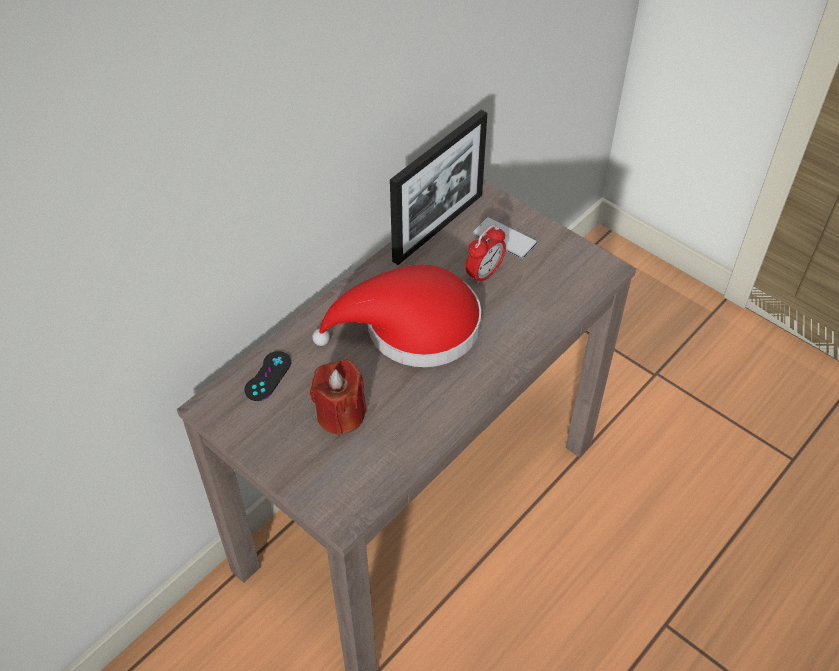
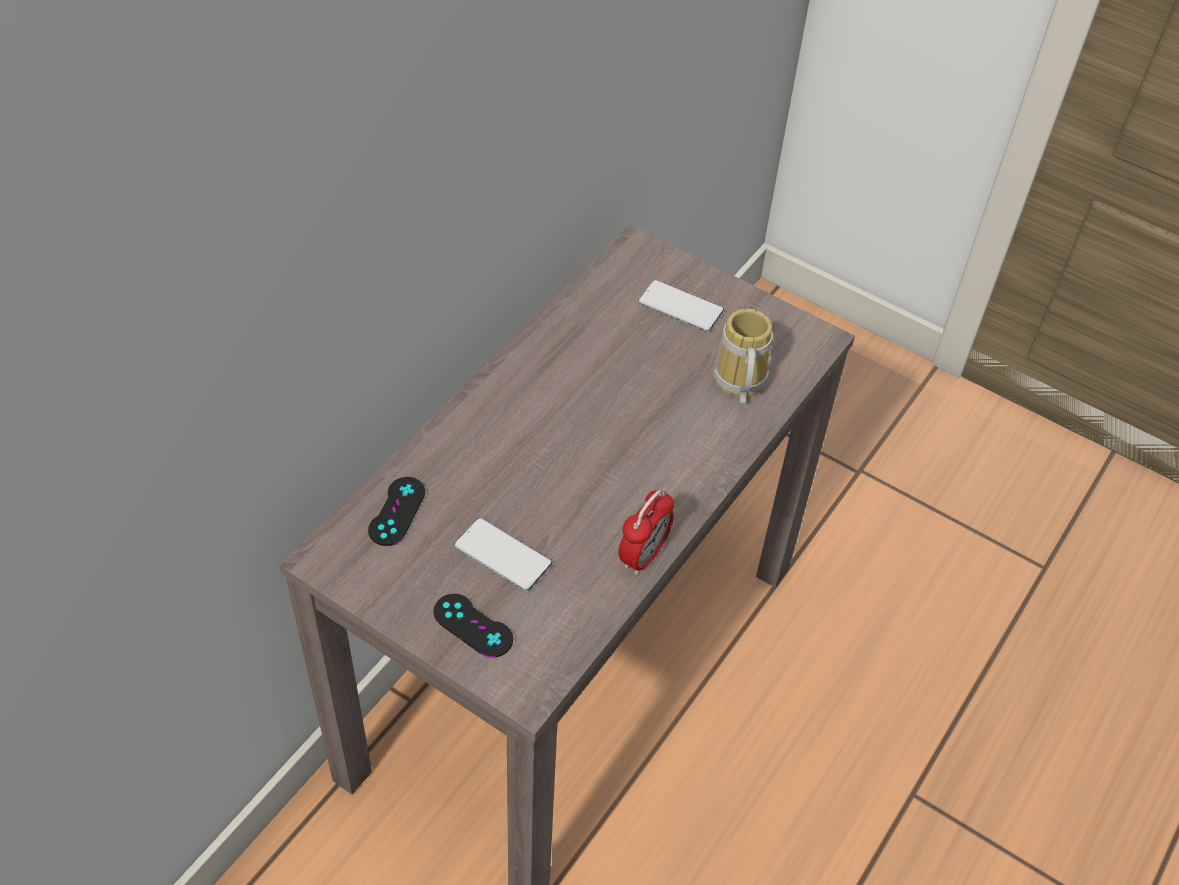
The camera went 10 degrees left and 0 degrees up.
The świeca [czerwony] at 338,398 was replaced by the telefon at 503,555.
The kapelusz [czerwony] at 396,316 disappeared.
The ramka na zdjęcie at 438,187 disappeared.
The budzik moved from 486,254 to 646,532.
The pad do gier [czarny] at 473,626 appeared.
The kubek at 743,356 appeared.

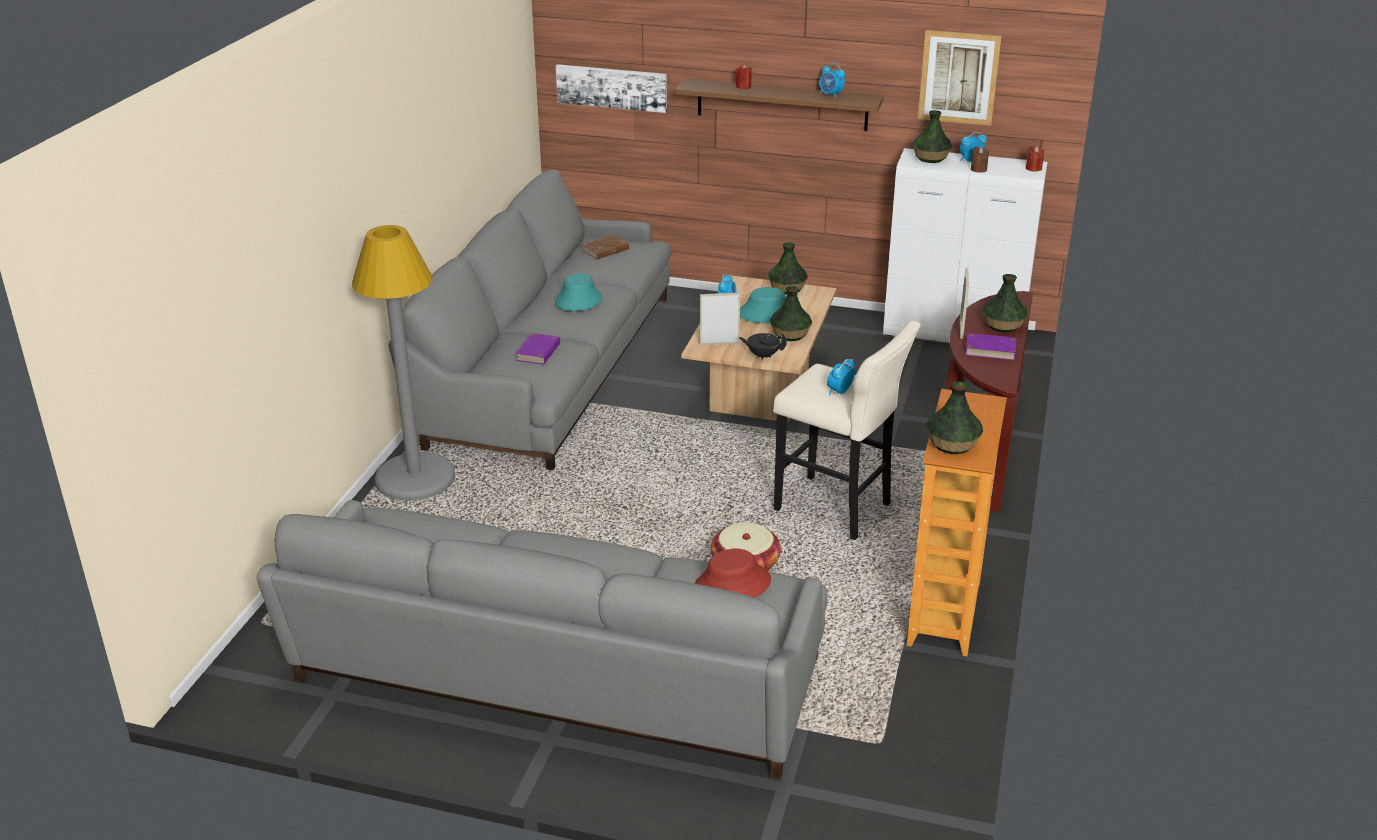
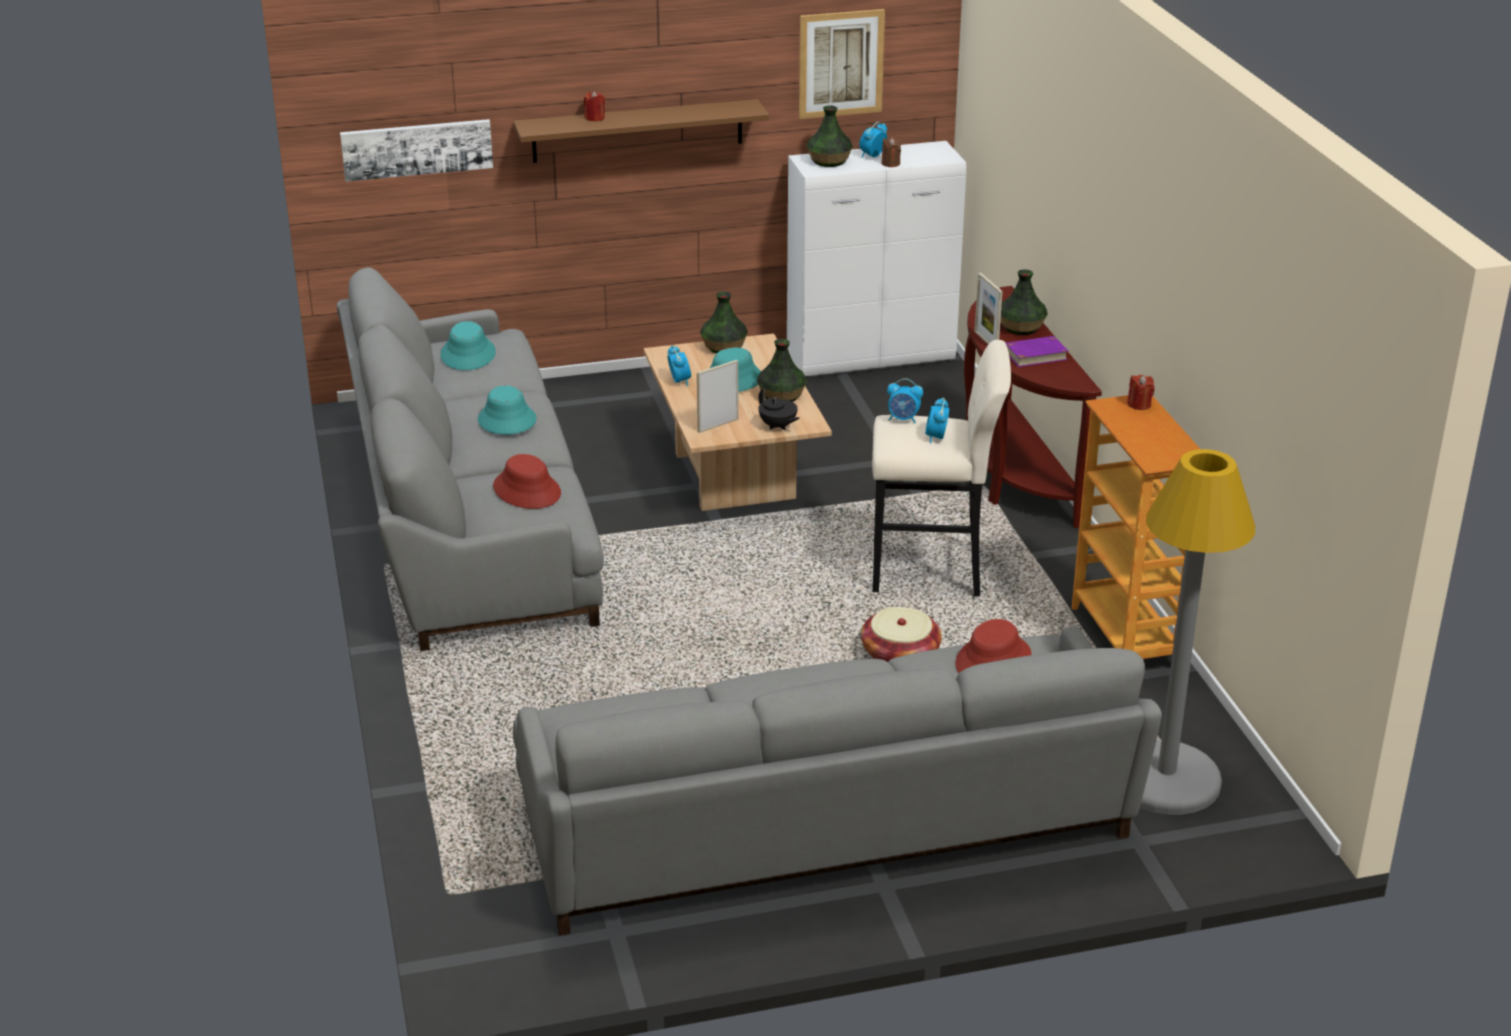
The camera went 30 degrees left and 0 degrees up.
The lampa stojąca [szary] moved from 403,363 to 1197,632.
The książka [fioletowy] at 537,349 was replaced by the kapelusz [czerwony] at 527,481.
The książka [brązowy] at 606,247 was replaced by the kapelusz [turkusowy] at 468,345.
The imbryk [czarny] at 763,346 turned 120 degrees counterclockwise.
The budzik moved from 832,80 to 905,400.
The wazon at 954,417 disappeared.
The świeca [czerwony] moved from 1035,159 to 1141,392.

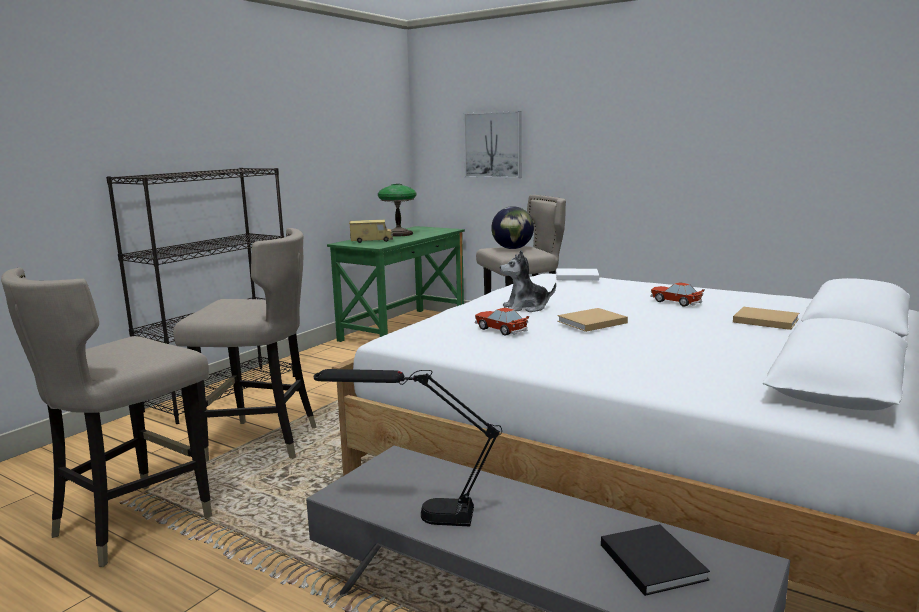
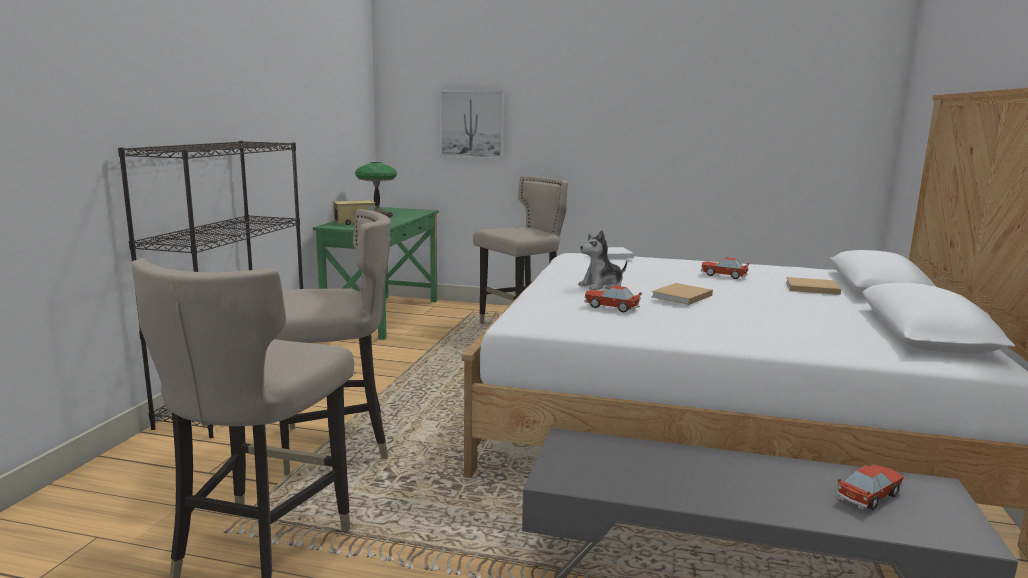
The camera went 20 degrees left and 0 degrees up.
The lampa stołowa [czarny] at 408,448 disappeared.
The globus at 512,227 disappeared.
The książka [czarny] at 655,560 was replaced by the samochodzik at 870,487.

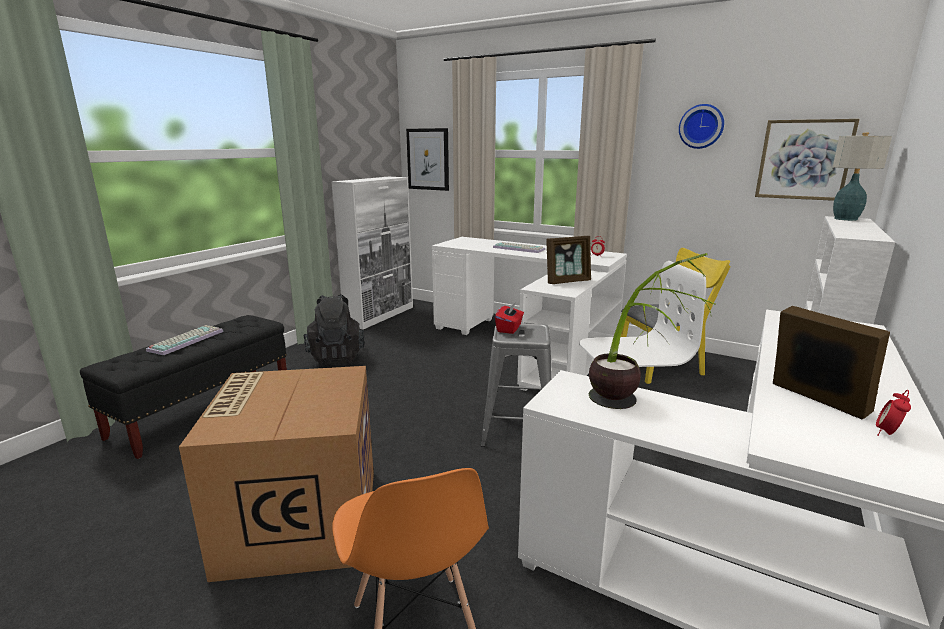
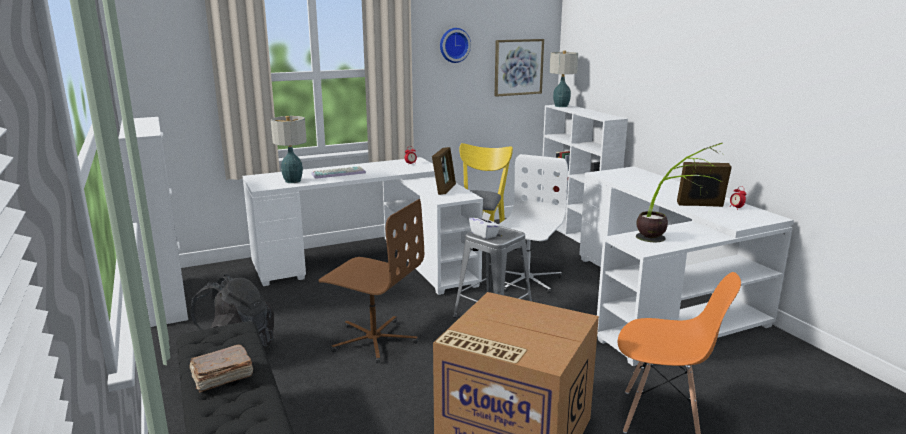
The camera went 55 degrees left and 0 degrees up.
The klawiatura at 185,340 was replaced by the książka [brązowy] at 221,368.
The obraz at 427,159 disappeared.
The pudełko chusteczek [czerwony] at 509,318 became the pudełko chusteczek [biały] at 484,225.
The lampa stołowa at 289,149 appeared.
The krzesło biurowe [brązowy] at 371,281 appeared.

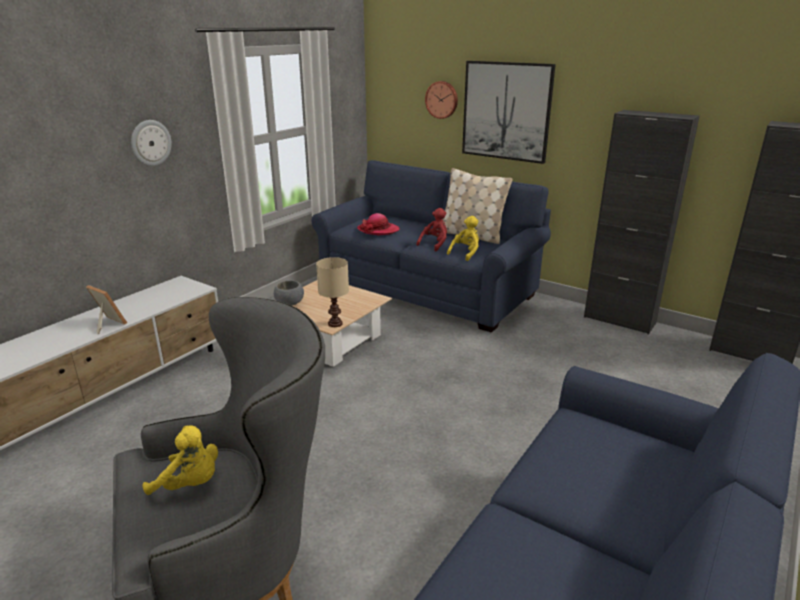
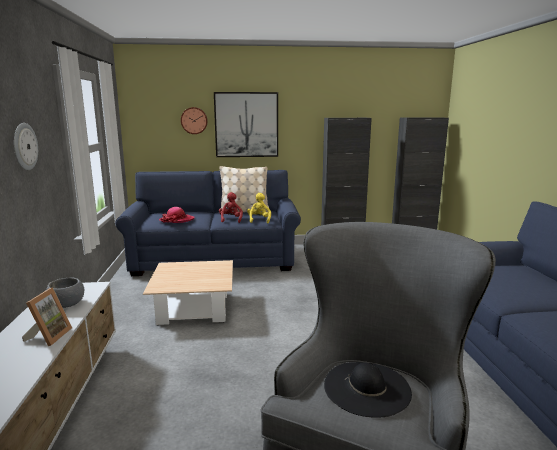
The camera went 40 degrees left and 10 degrees down.
The ramka na zdjęcie at 106,309 turned 105 degrees clockwise.
The pluszak [żółty] at 180,460 was replaced by the kapelusz [czarny] at 368,390.
The miska [szary] moved from 289,292 to 65,292.
The lampa stołowa [beżowy] at 332,292 disappeared.

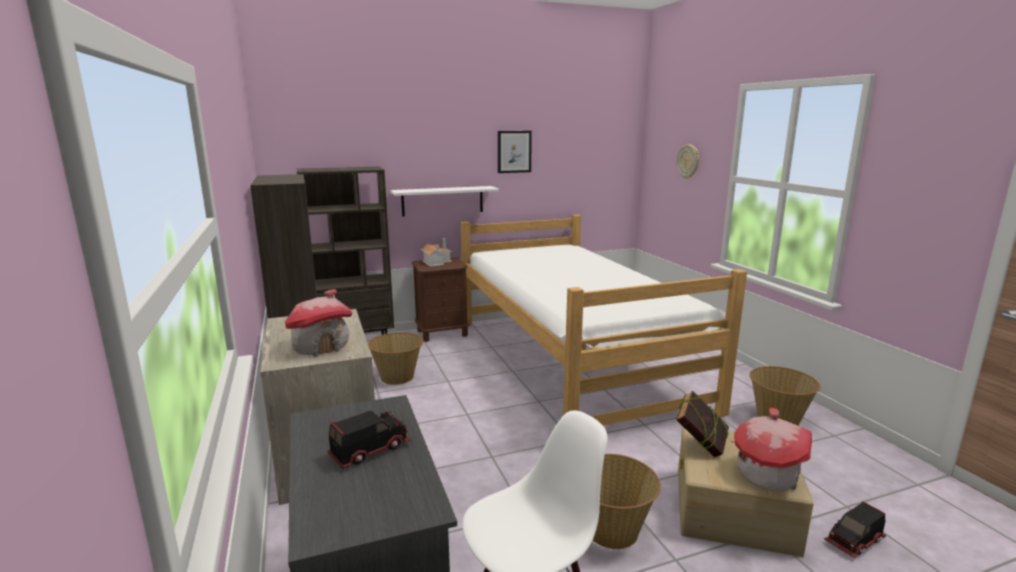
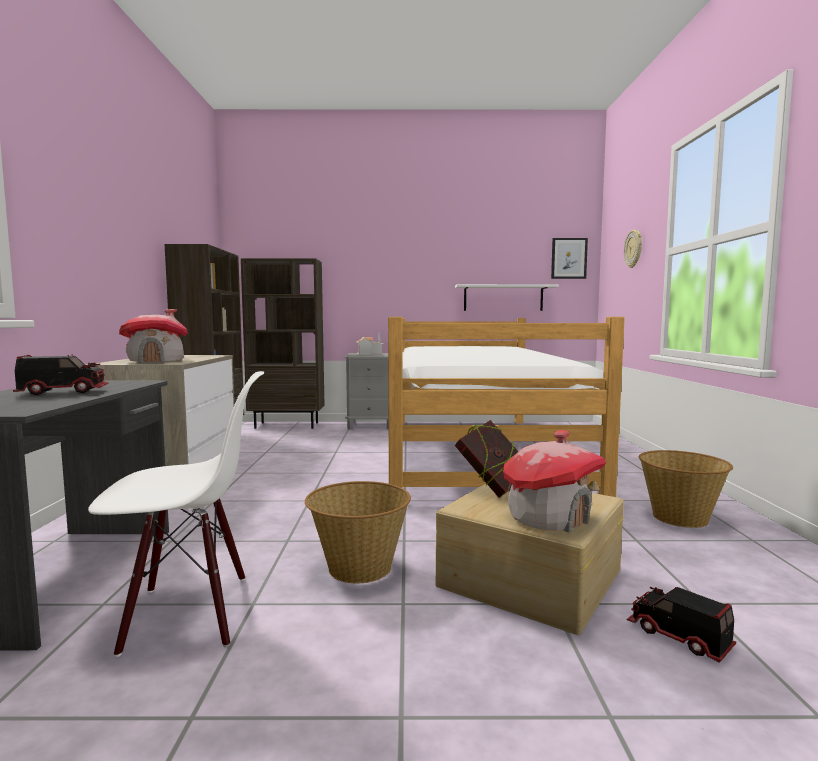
The camera went 20 degrees right and 10 degrees down.
The koszyk at 395,358 disappeared.
The półka [biały] moved from 445,201 to 507,297.
The szafka nocna [brązowy] at 440,300 became the szafka nocna [szary] at 366,391.
The obraz moved from 515,152 to 569,258.
The ciężarówka zabawkowa at 855,530 turned 60 degrees clockwise.

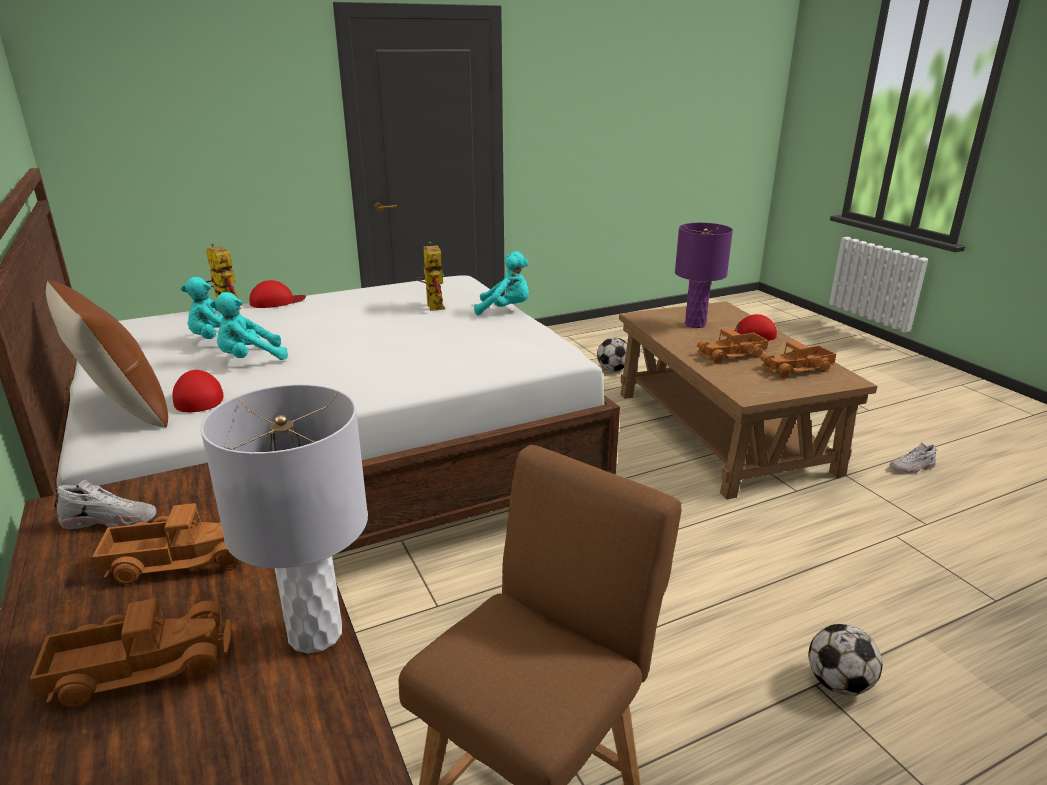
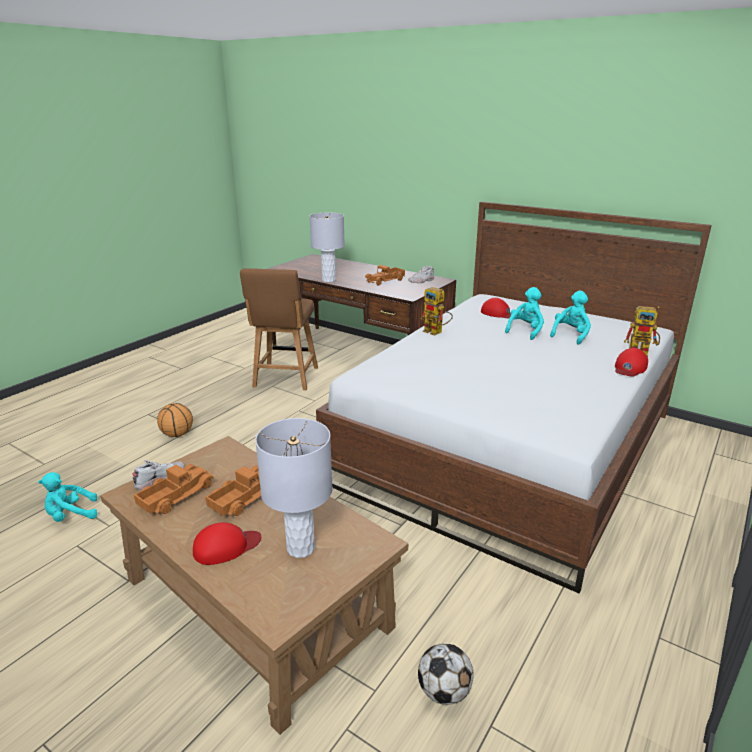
The camera went 150 degrees right and 0 degrees up.
The ciężarówka zabawkowa at 131,652 disappeared.
The poduszka [brązowy] at 107,354 disappeared.
The robot zabawkowy moved from 430,276 to 437,311.
The pluszak [turkusowy] moved from 501,283 to 67,497.
The lampa stołowa [fioletowy] at 704,275 became the lampa stołowa [szary] at 293,488.
The piłka futbolowa at 845,660 was replaced by the piłka do koszykówki at 175,420.
The but [biały] moved from 913,458 to 158,475.

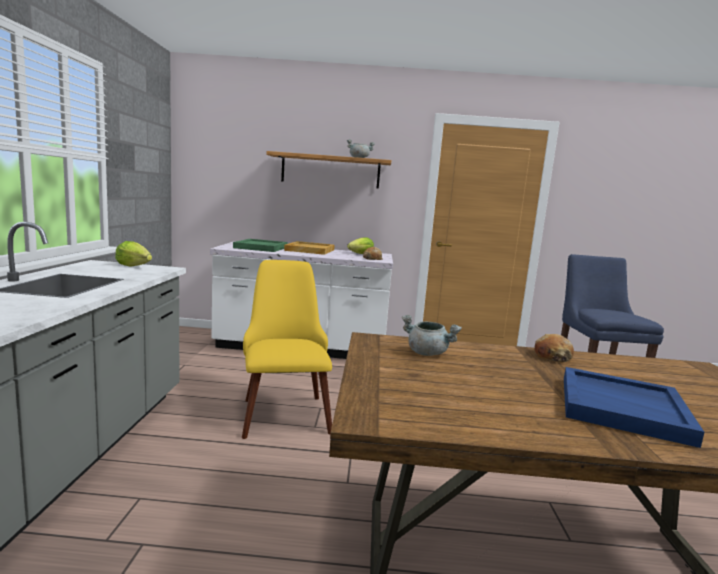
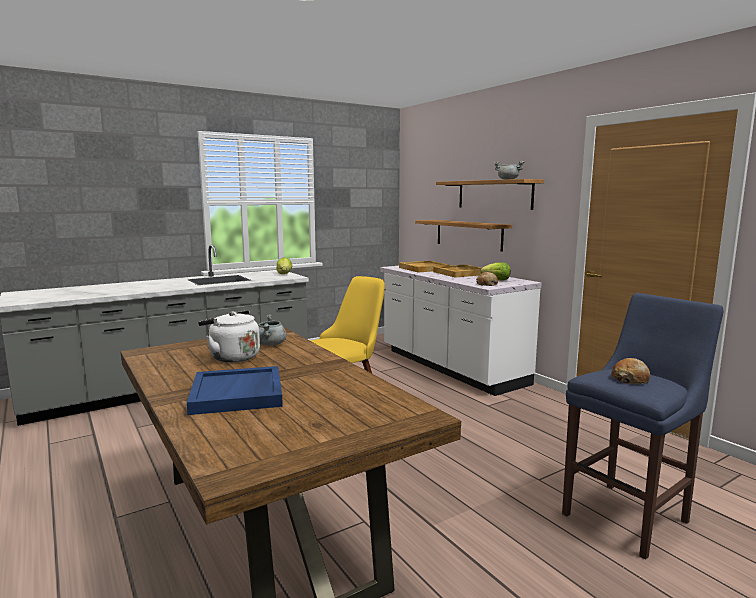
The camera went 55 degrees right and 0 degrees up.
The taca [zielony] at 260,245 became the taca [beżowy] at 424,267.
The chleb moved from 554,348 to 631,371.
The czajnik [biały] at 229,336 appeared.
The półka at 463,236 appeared.

